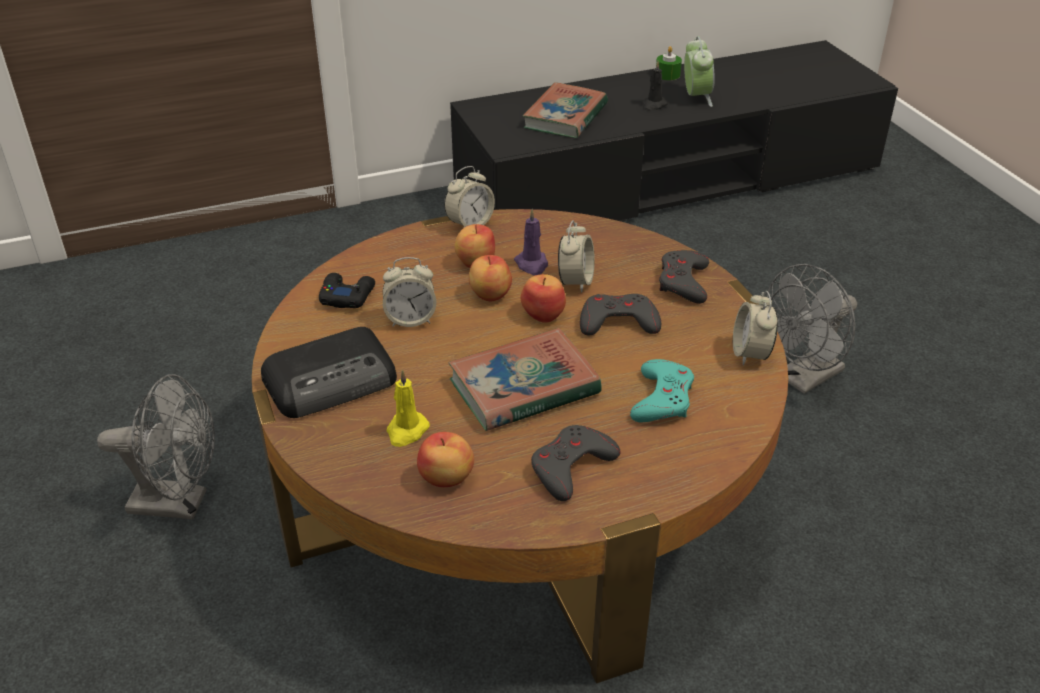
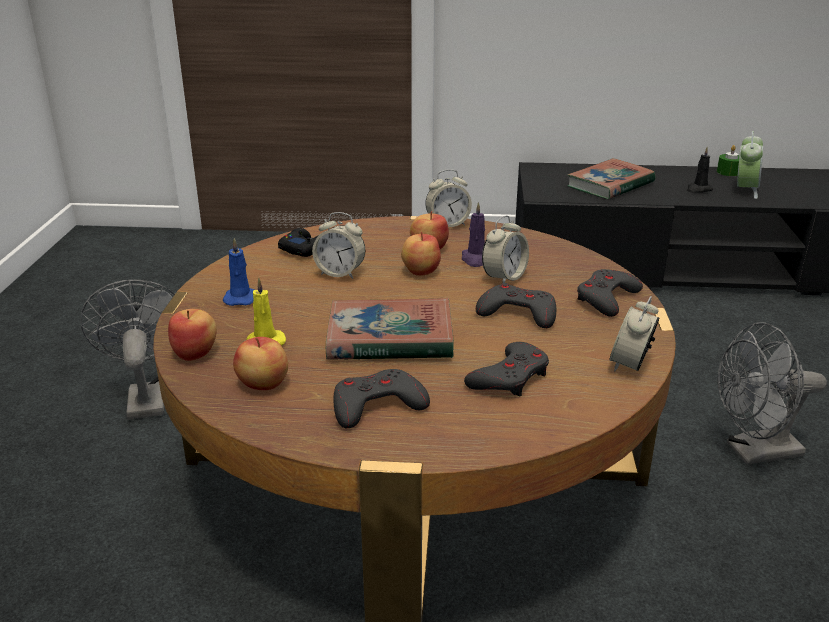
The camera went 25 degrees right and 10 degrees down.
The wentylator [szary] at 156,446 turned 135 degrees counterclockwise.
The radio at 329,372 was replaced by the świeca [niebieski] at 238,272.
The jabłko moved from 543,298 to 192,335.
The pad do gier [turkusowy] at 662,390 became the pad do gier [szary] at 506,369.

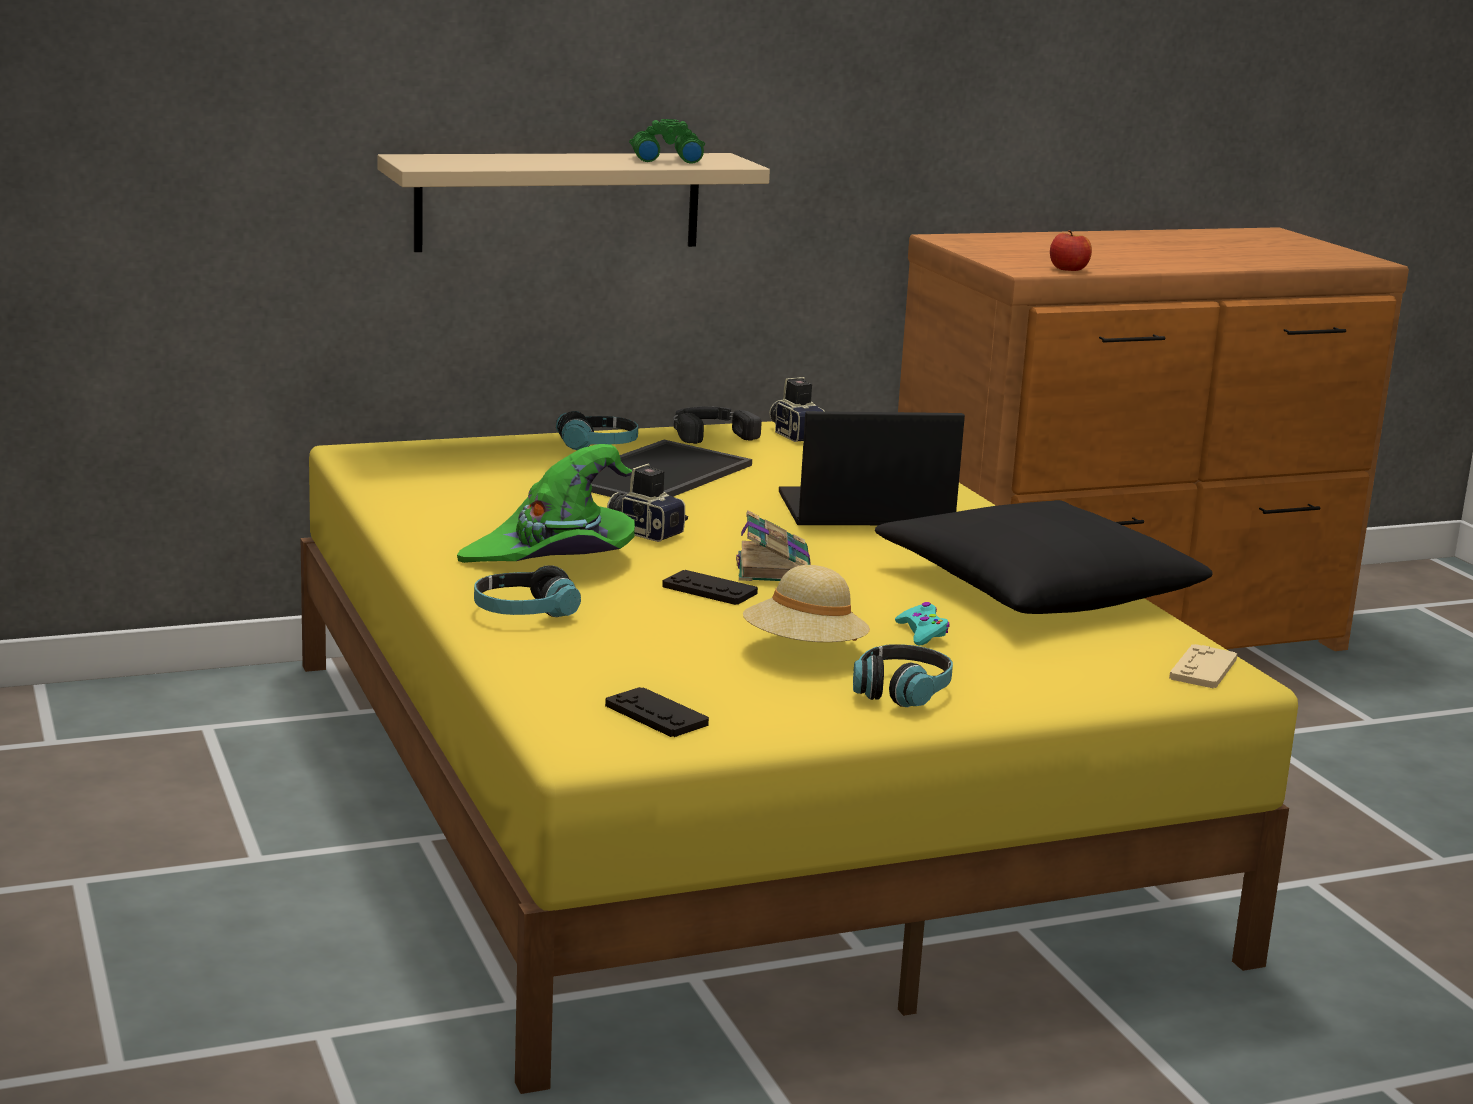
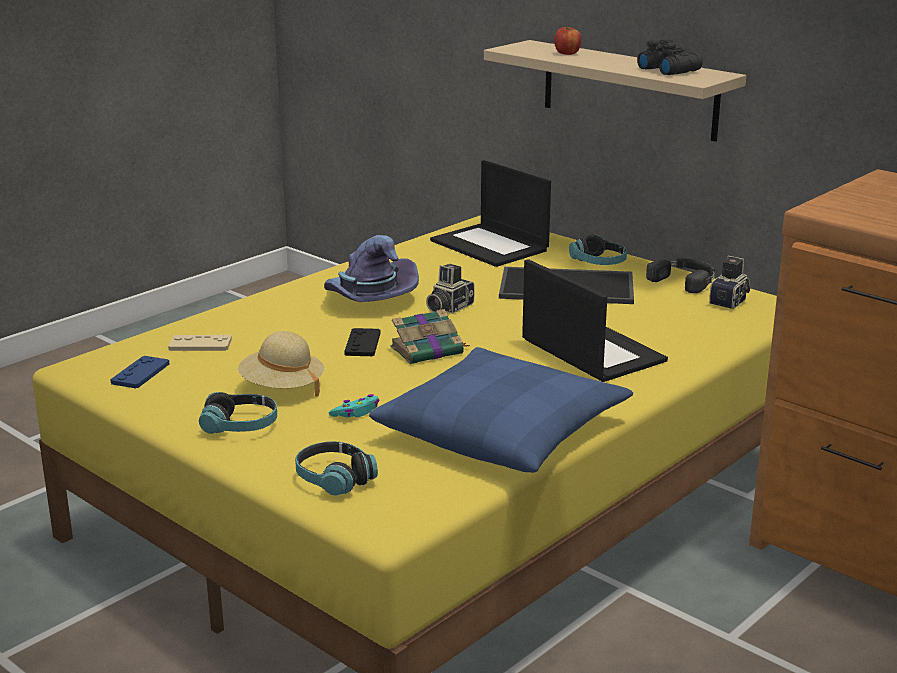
The camera went 65 degrees right and 5 degrees up.
The kapelusz [zielony] at 546,503 became the kapelusz [fioletowy] at 371,268.
The słuchawki moved from 527,591 to 336,468.
The pad do gier [czarny] at 657,712 became the pad do gier [niebieski] at 139,372.
The aparat fotograficzny at 647,503 turned 150 degrees counterclockwise.
The lornetka [zielony] at 667,141 became the lornetka [czarny] at 670,57.
The poduszka [czarny] at 1043,557 became the poduszka [niebieski] at 501,410.
The jabłko moved from 1071,250 to 567,40.
The pad do gier [beżowy] moved from 1203,666 to 200,343.
The laptop at 490,213 appeared.

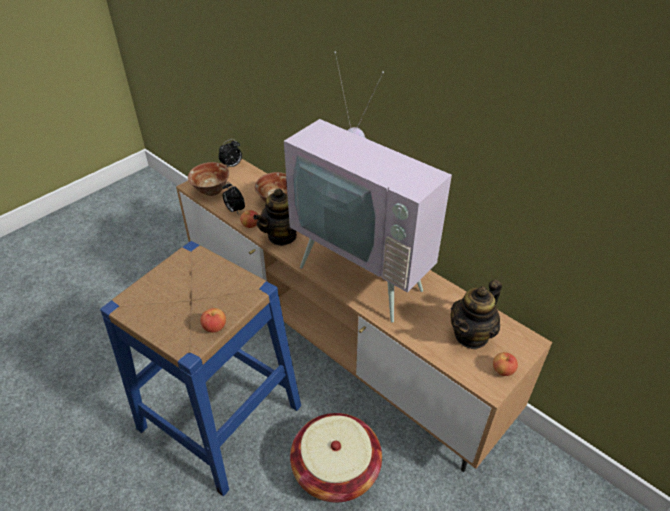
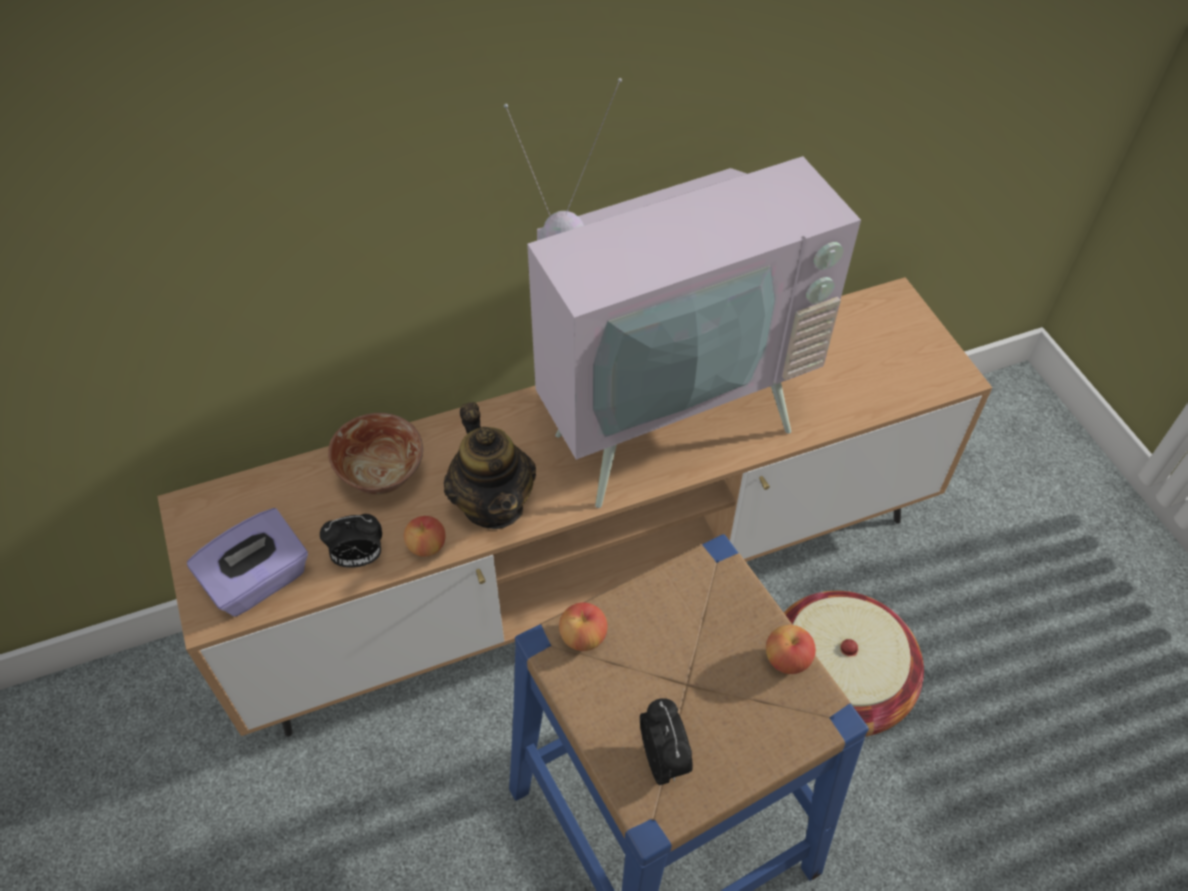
The camera went 65 degrees left and 10 degrees up.
The miska at 208,179 was replaced by the pudełko chusteczek [fioletowy] at 247,562.
The budzik moved from 230,153 to 666,741.
The imbryk at 476,314 disappeared.
The jabłko moved from 505,364 to 583,627.

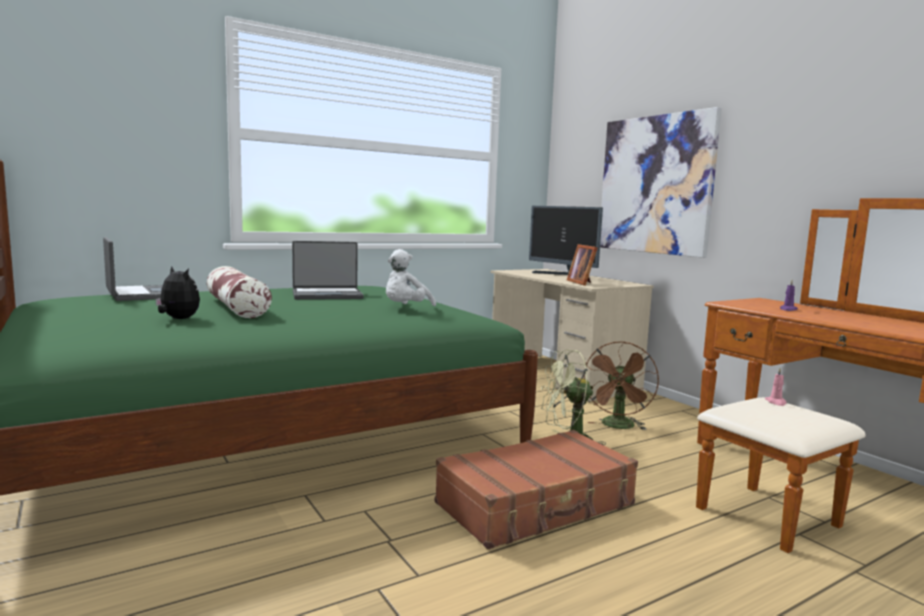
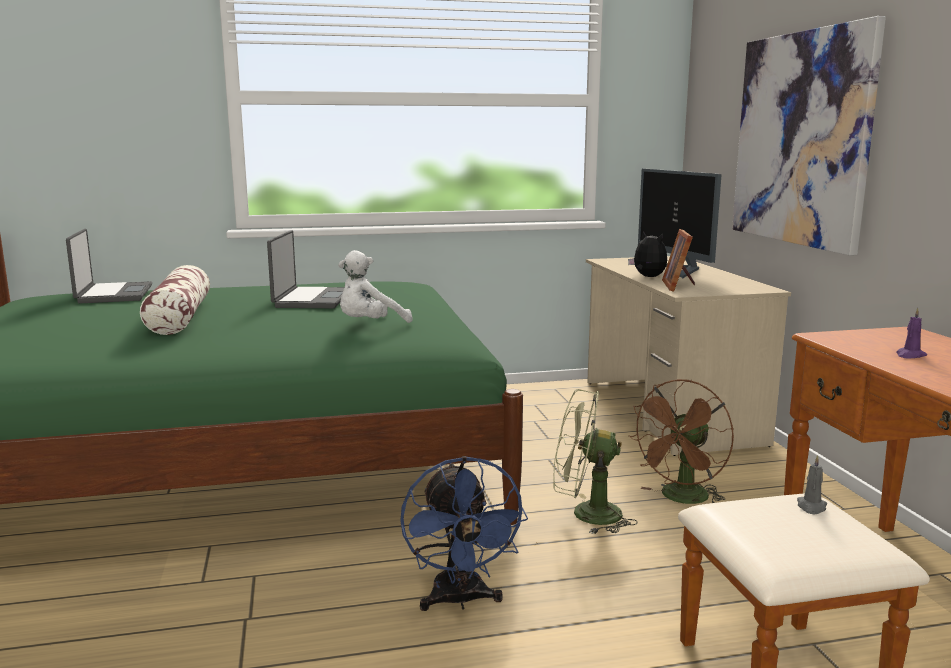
The camera went 20 degrees right and 5 degrees up.
The pluszak moved from 177,292 to 647,254.
The laptop at 328,270 turned 90 degrees counterclockwise.
The walizka [brązowy] at 536,489 was replaced by the wentylator [niebieski] at 464,533.
The świeca [różowy] at 775,387 became the świeca [szary] at 812,484.

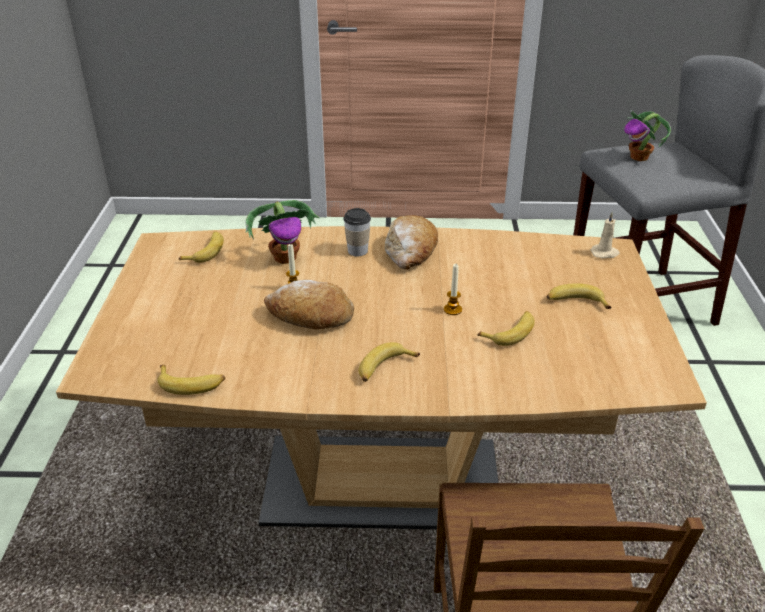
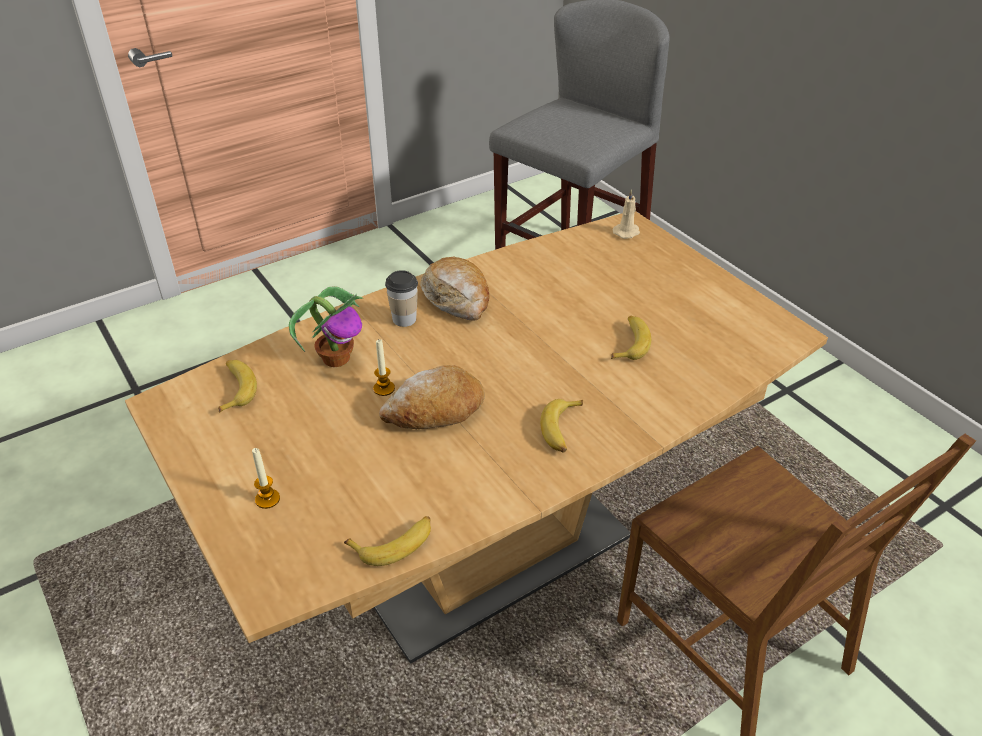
The camera went 35 degrees left and 5 degrees up.
The świeca moved from 453,289 to 266,478.
The banan at 578,296 disappeared.
The roślina doniczkowa at 647,136 disappeared.

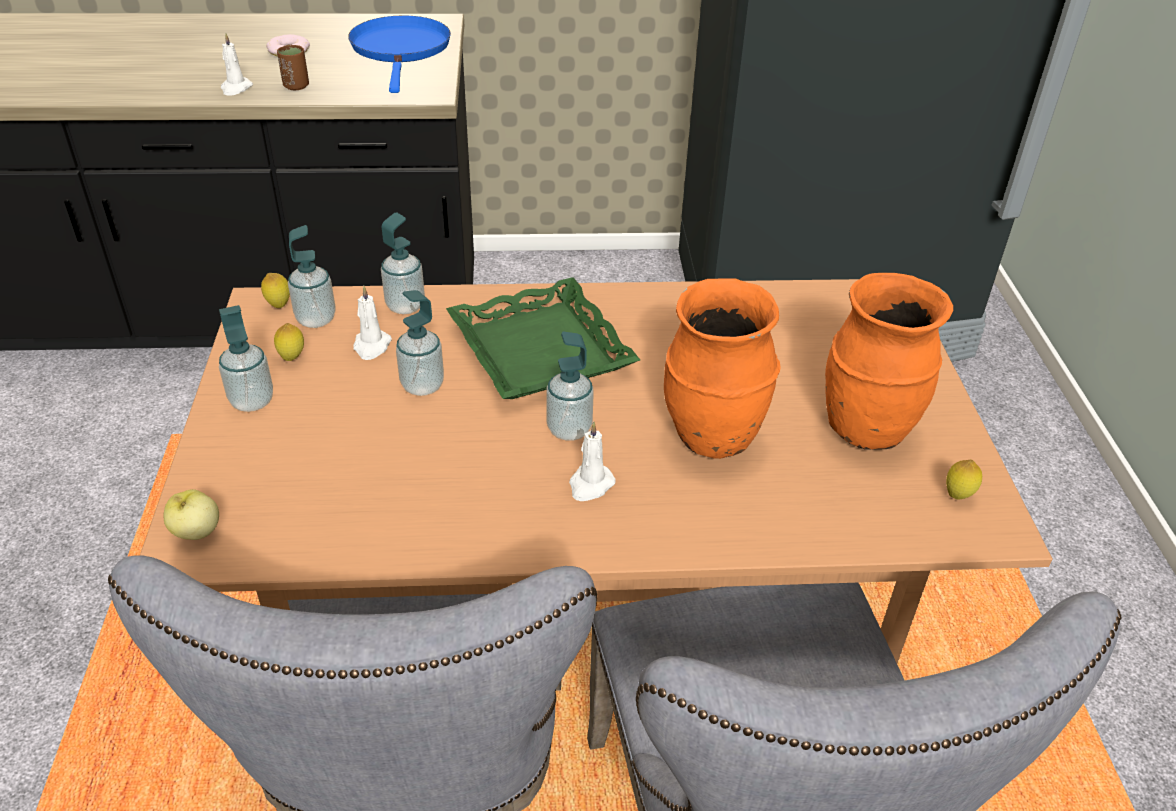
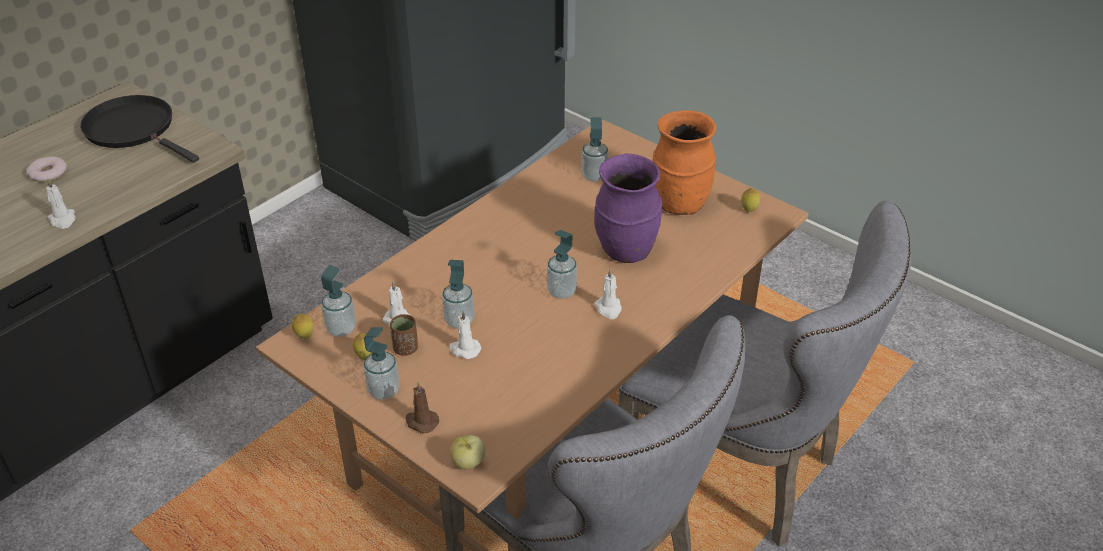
The camera went 45 degrees left and 0 degrees up.
The filiżanka [brązowy] moved from 293,67 to 404,335.
The patelnia [niebieski] at 399,54 became the patelnia [czarny] at 139,129.
The dozownik mydła moved from 403,263 to 595,149.
The taca [zielony] at 543,338 disappeared.
The wazon [pomarańczowy] at 722,369 became the wazon [fioletowy] at 628,208.
The świeca [brązowy] at 422,408 appeared.
The świeca [biały] at 465,334 appeared.

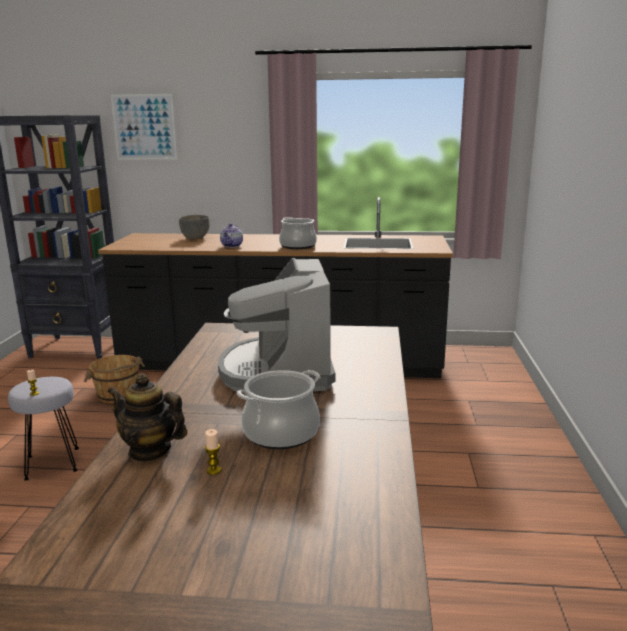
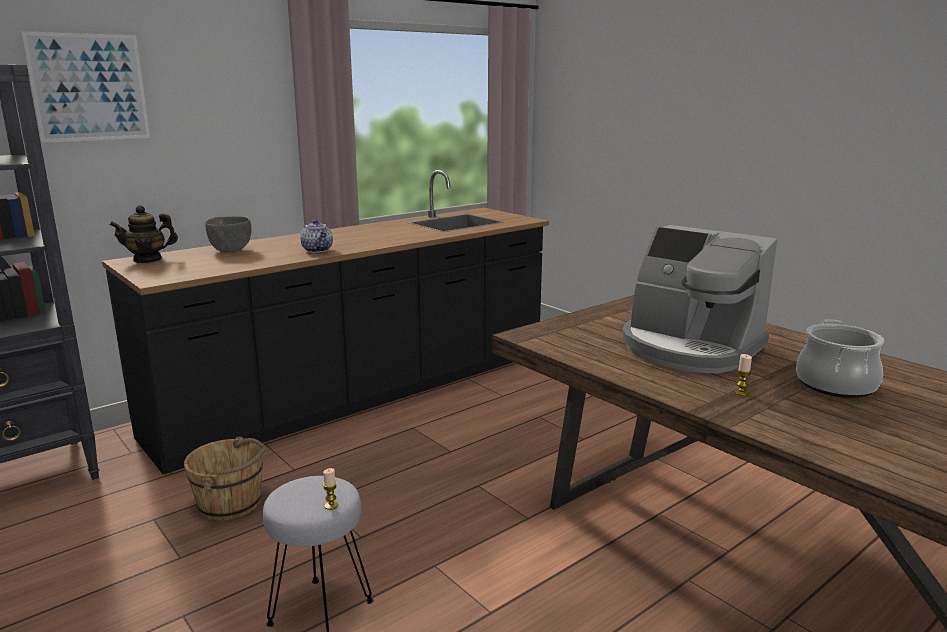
The camera went 45 degrees left and 0 degrees up.
The imbryk moved from 147,418 to 143,234.
The świeca moved from 213,452 to 743,375.
The garnek at 298,233 disappeared.

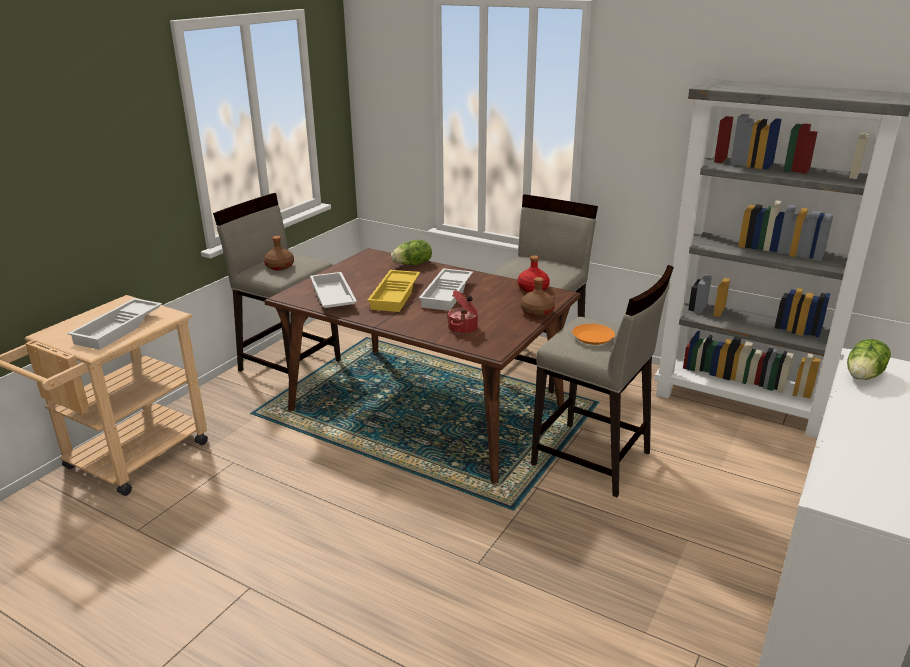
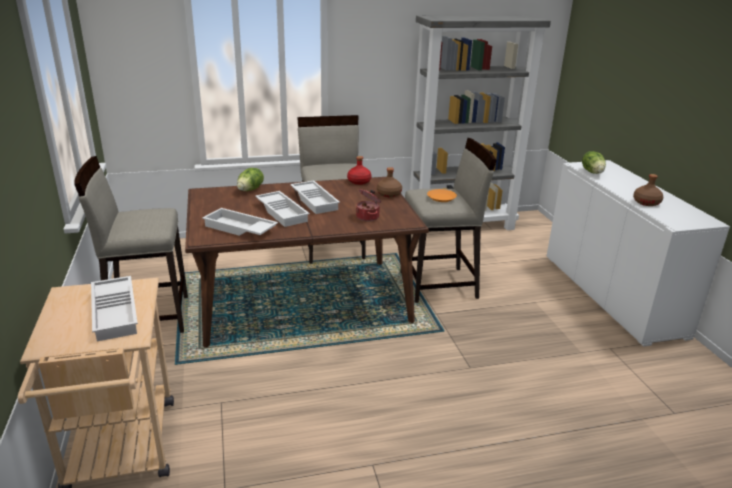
The camera went 45 degrees left and 0 degrees up.
The butelka [brązowy] moved from 279,253 to 648,190.
The taca [żółty] at 393,291 became the taca [biały] at 282,209.

